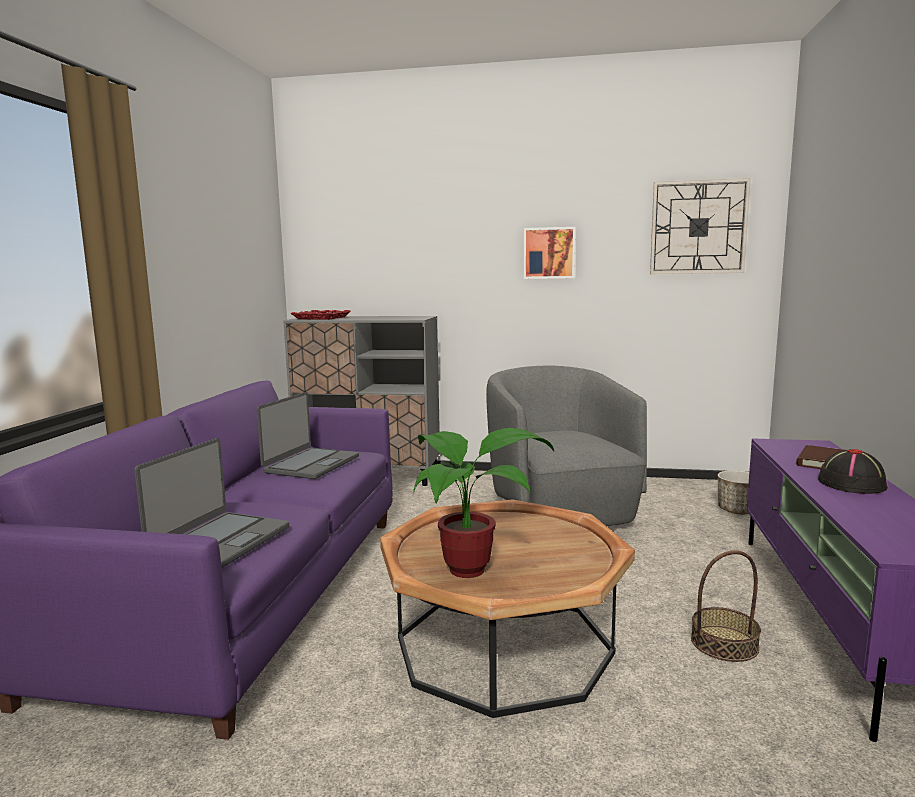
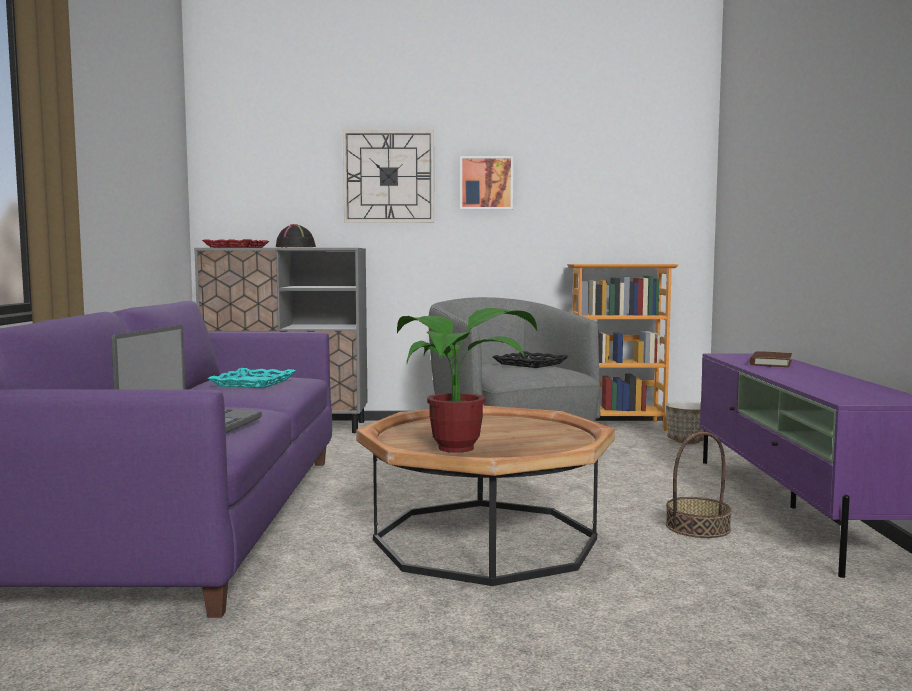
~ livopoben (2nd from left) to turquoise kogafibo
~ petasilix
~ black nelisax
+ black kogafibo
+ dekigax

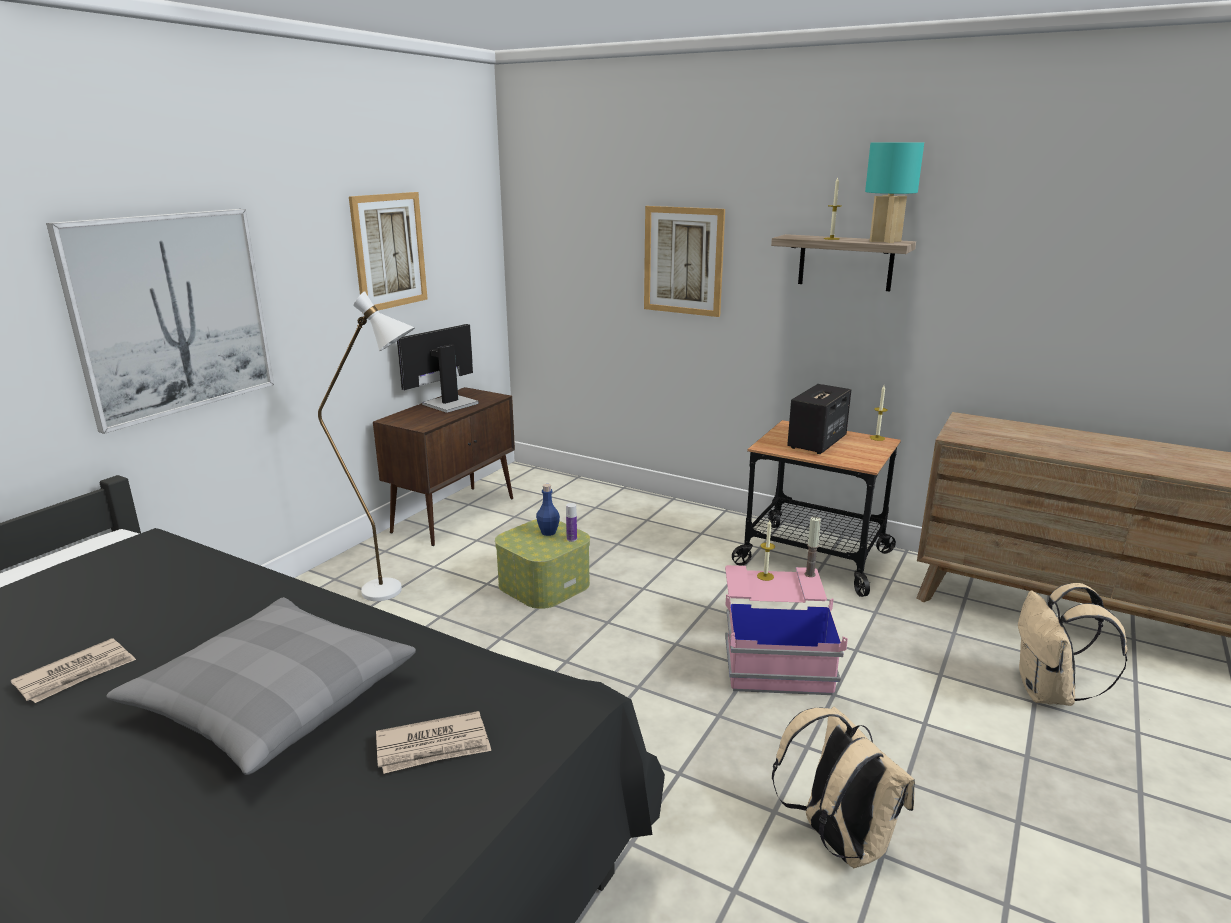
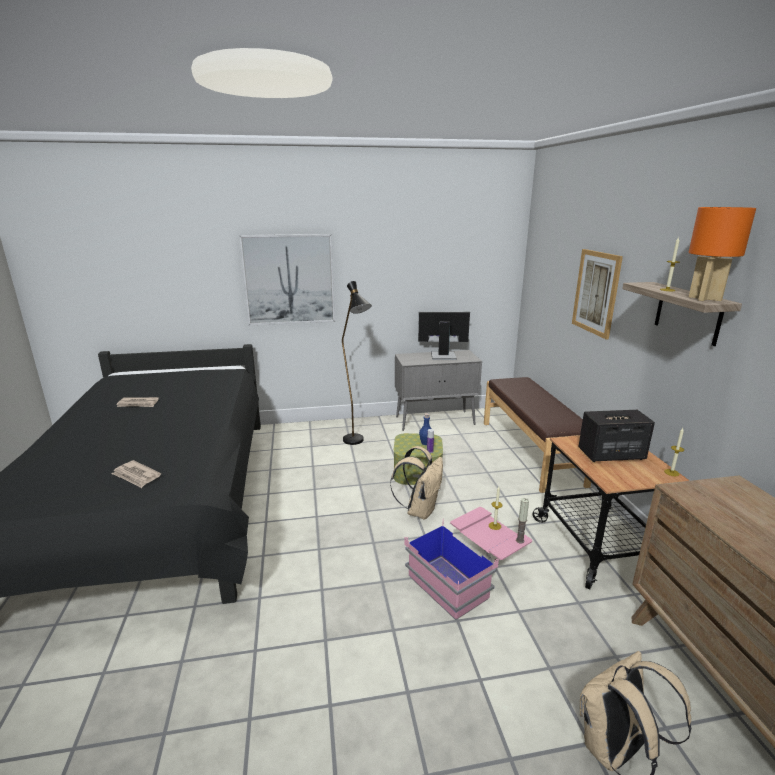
- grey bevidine
~ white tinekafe to black tinekafe
- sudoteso (2nd from left)
~ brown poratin to grey poratin
~ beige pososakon (1st from left)
~ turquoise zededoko to orange zededoko
+ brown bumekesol

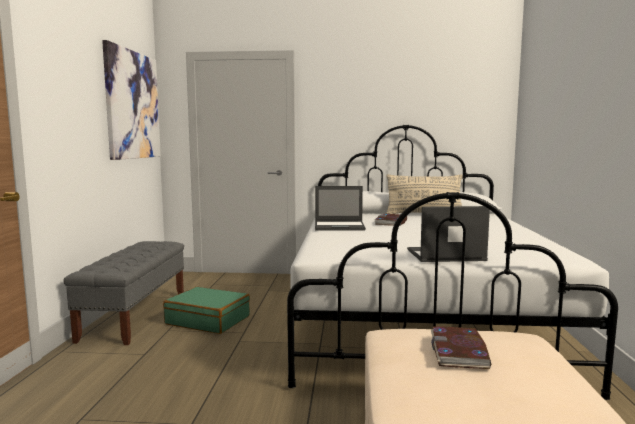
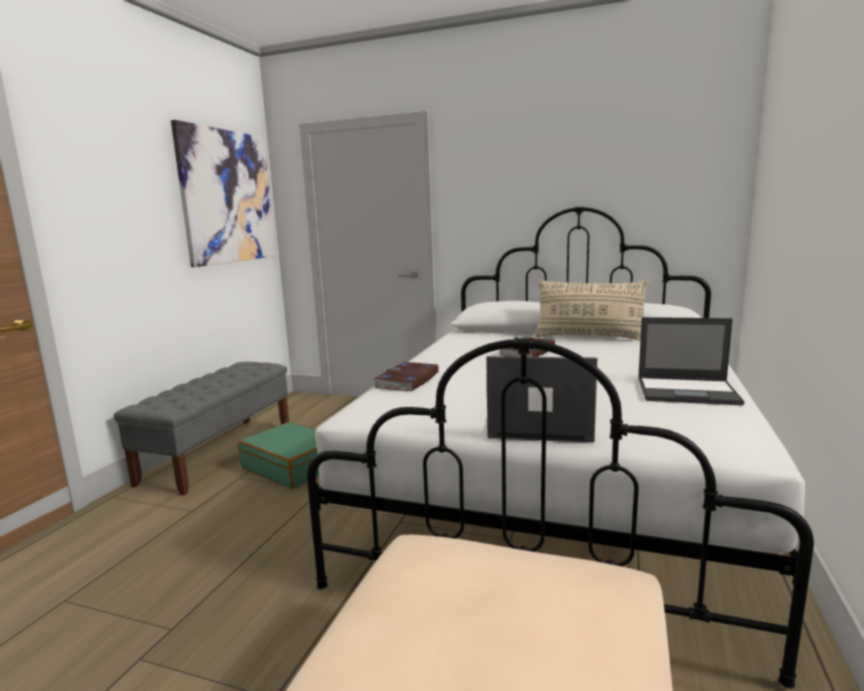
~ livopoben (1st from left in the first image) to livopoben (2nd from left)
~ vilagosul (2nd from left in the first image) to vilagosul (1st from left)

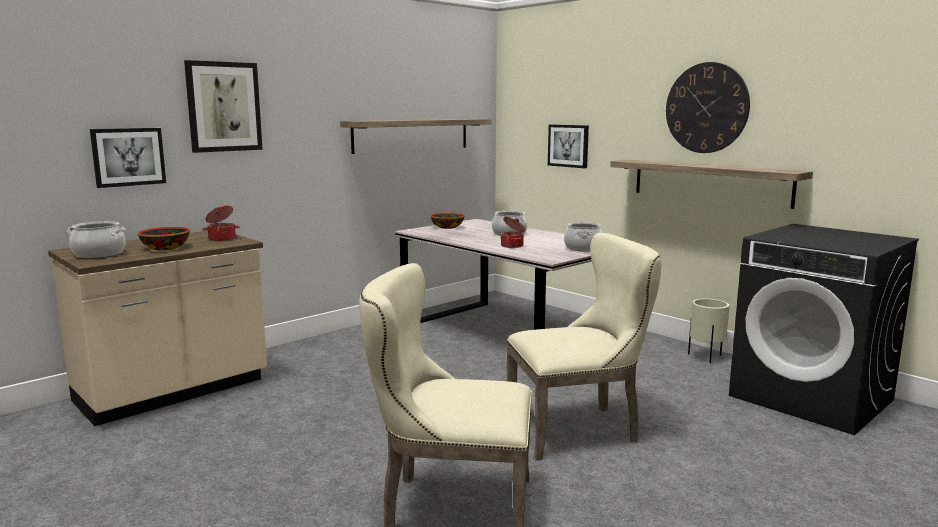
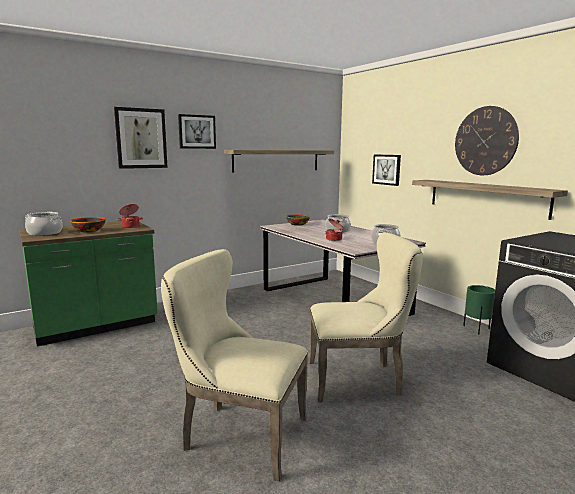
~ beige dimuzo to green dimuzo
~ sudoteso (1st from left in the first image) to sudoteso (2nd from left)
~ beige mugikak to green mugikak

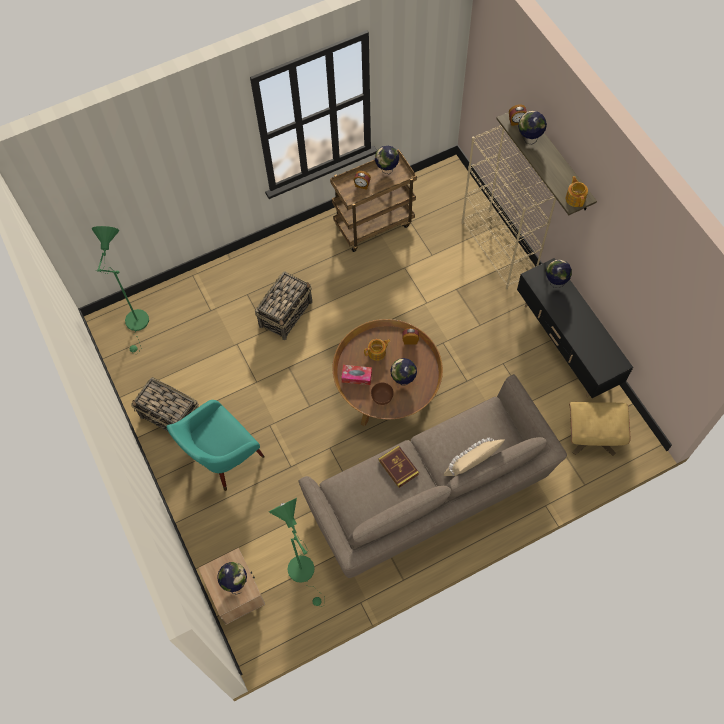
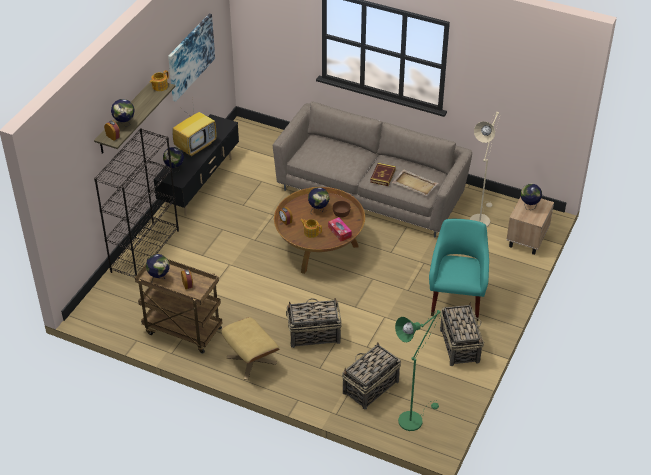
~ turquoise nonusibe 90 degrees counterclockwise
~ green tinekafe (2nd from left) to beige tinekafe
- beige bevidine
~ beige dekigax to black dekigax
~ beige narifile
+ sudoteso
+ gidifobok
+ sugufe (2nd from left)
+ beige kogafibo

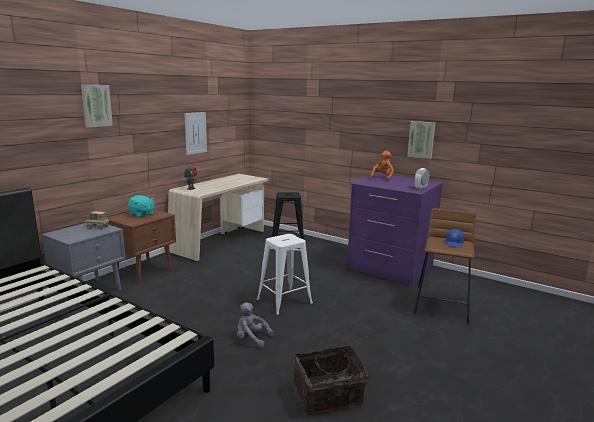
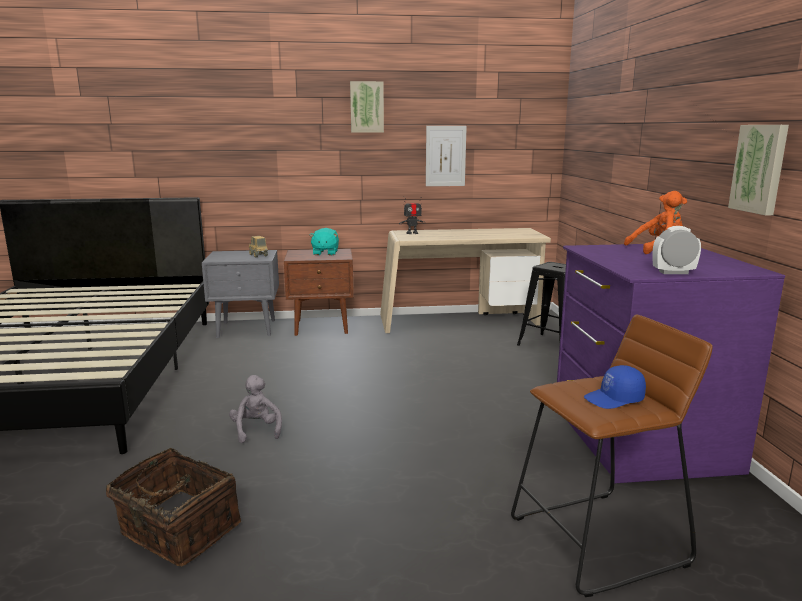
~ sudoteso (1st from left)
- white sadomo

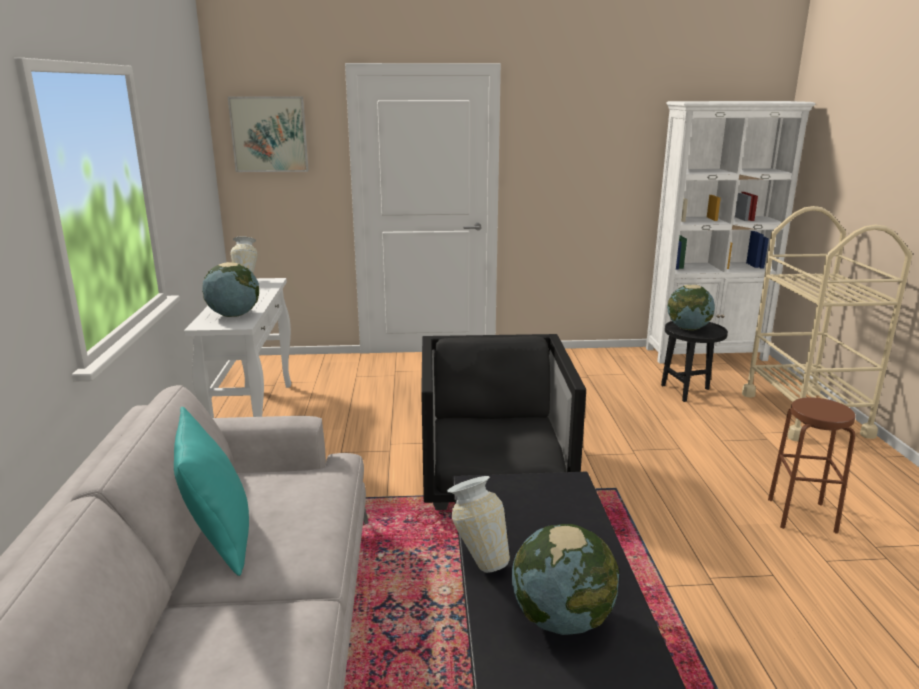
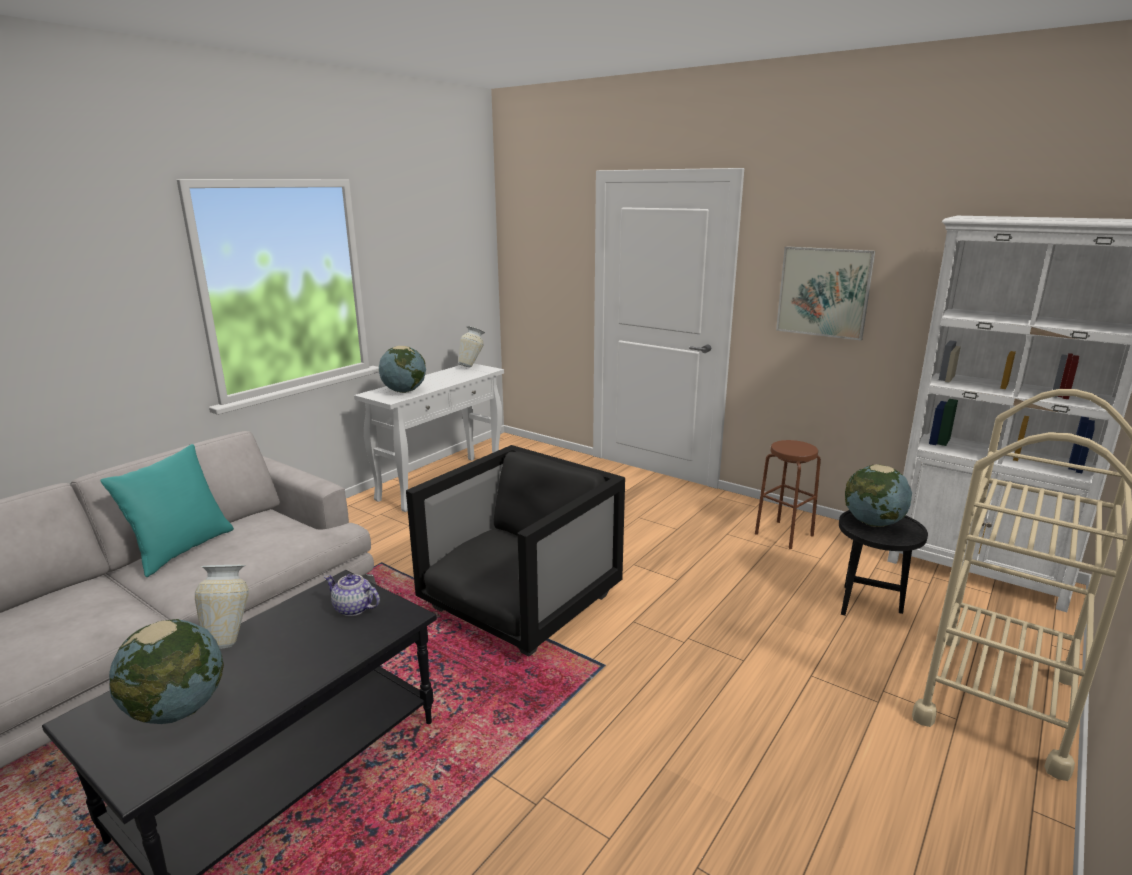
~ sudoteso
~ brown sadomo
+ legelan

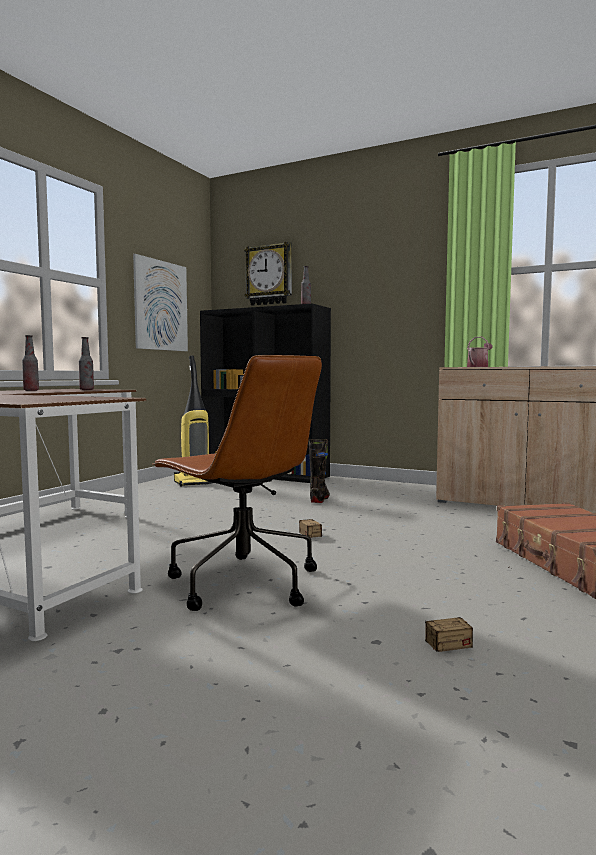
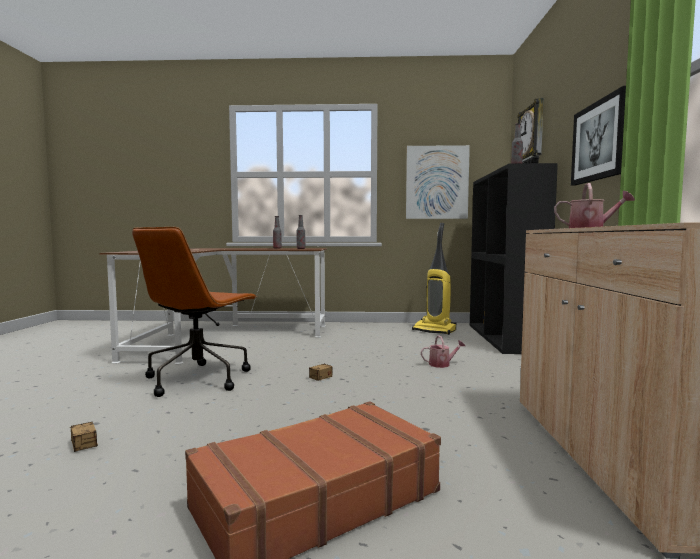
~ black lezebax to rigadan (1st from left)
+ sudoteso (2nd from left)

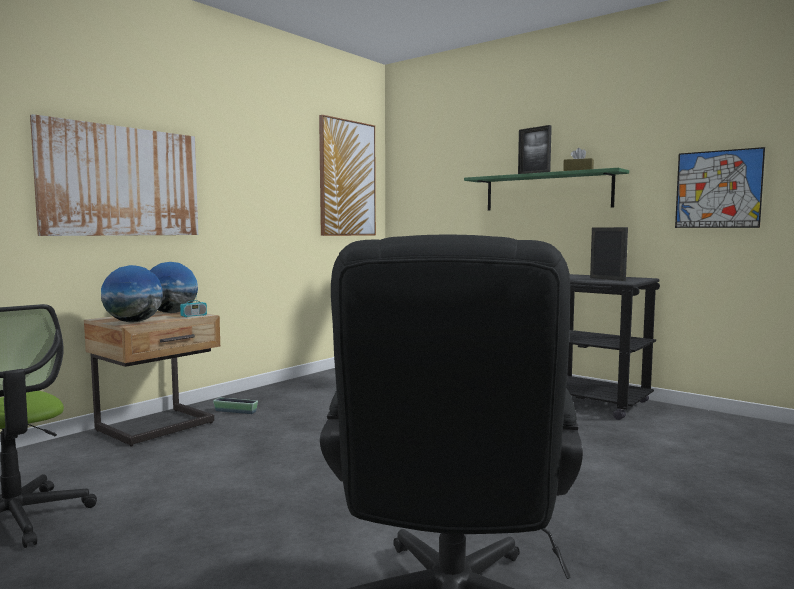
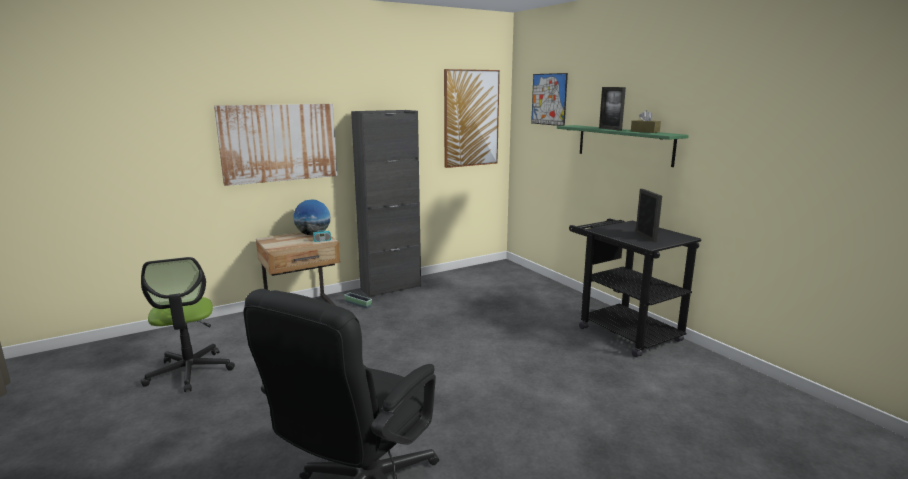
- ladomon (1st from left)
~ sudoteso (3rd from left)
+ black poratin

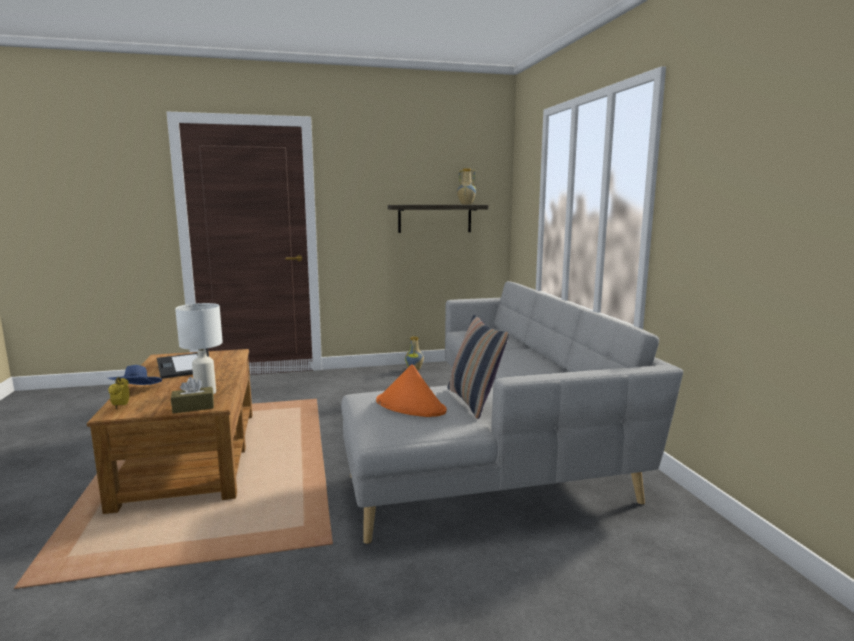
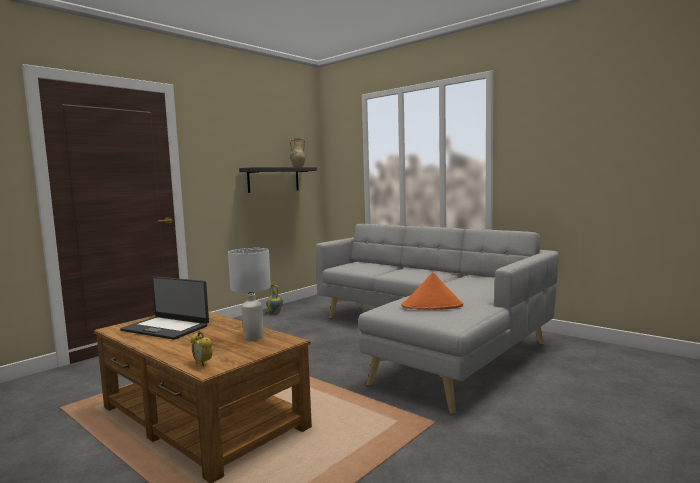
- blue nelisax
- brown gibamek
- bevidine

